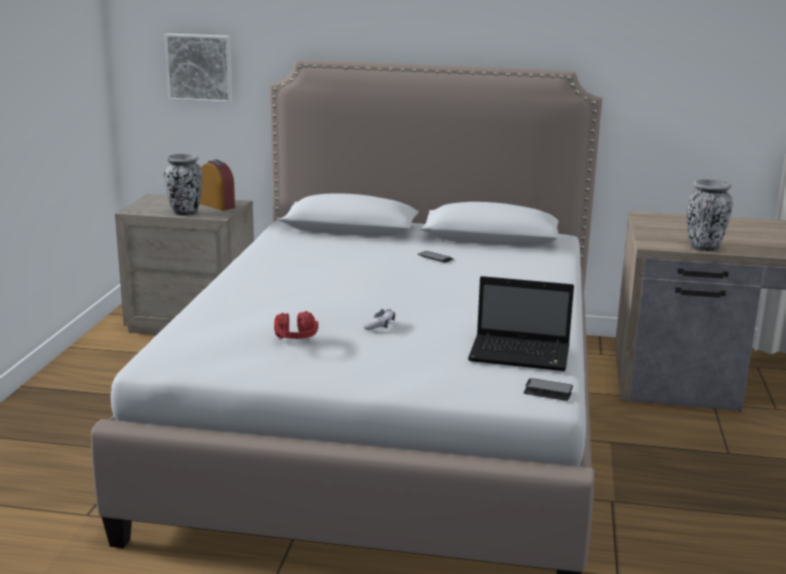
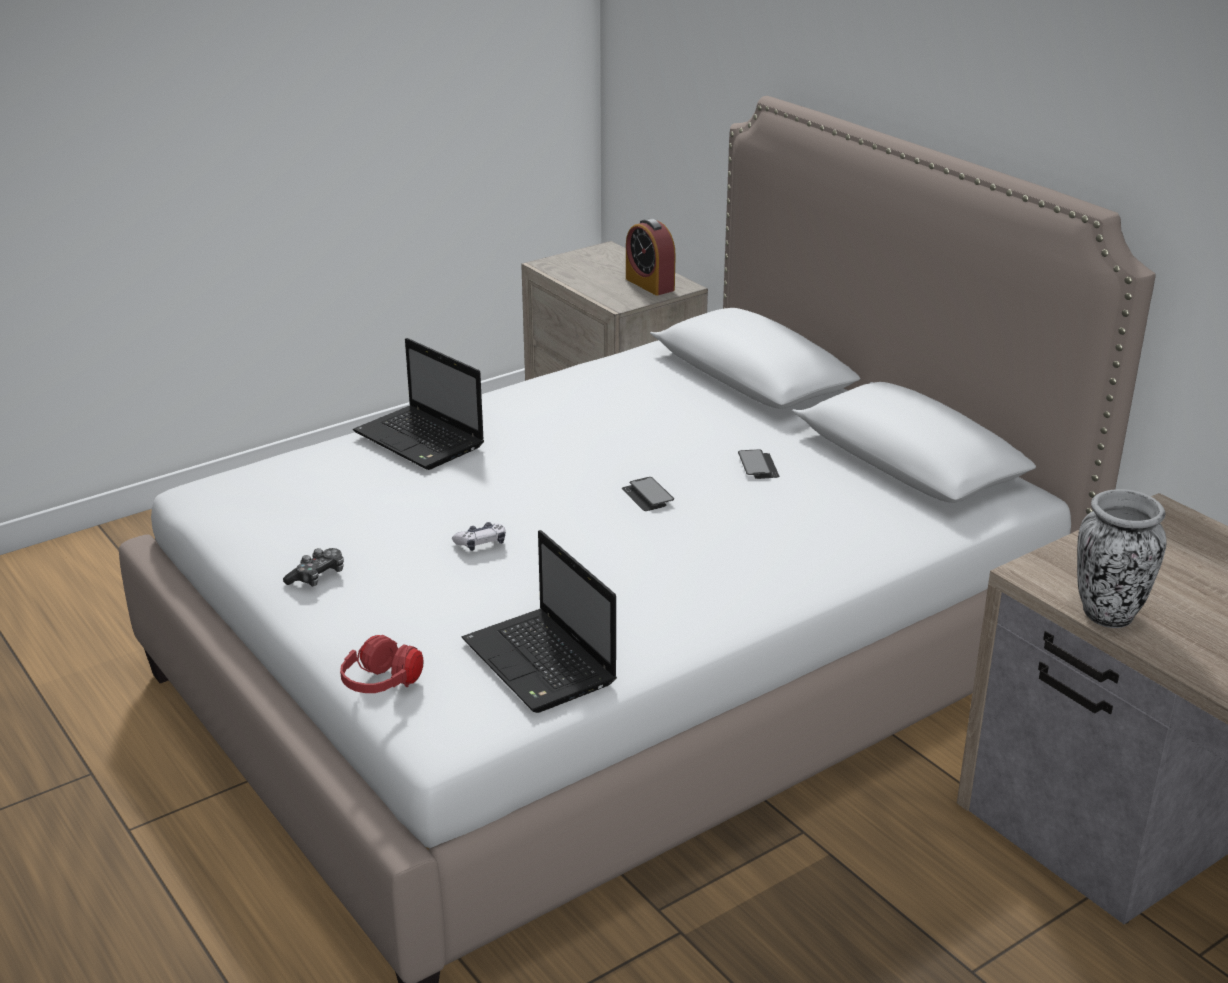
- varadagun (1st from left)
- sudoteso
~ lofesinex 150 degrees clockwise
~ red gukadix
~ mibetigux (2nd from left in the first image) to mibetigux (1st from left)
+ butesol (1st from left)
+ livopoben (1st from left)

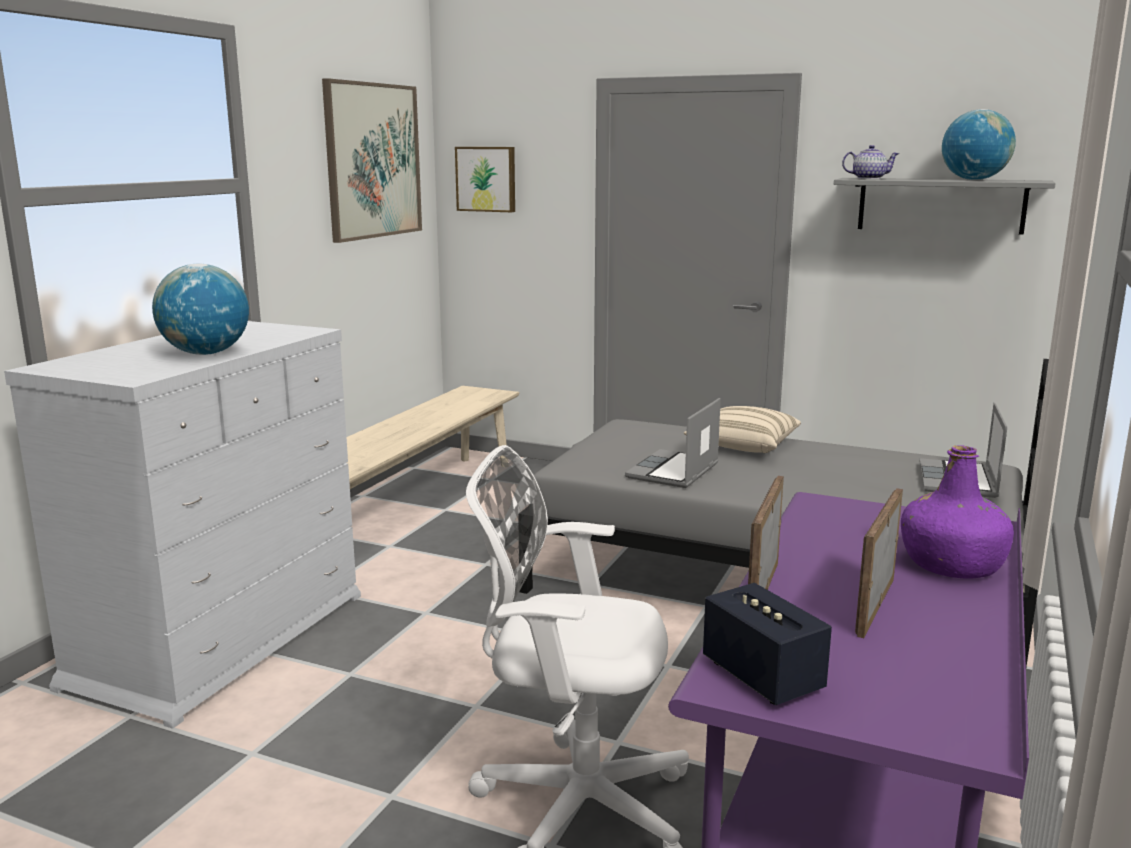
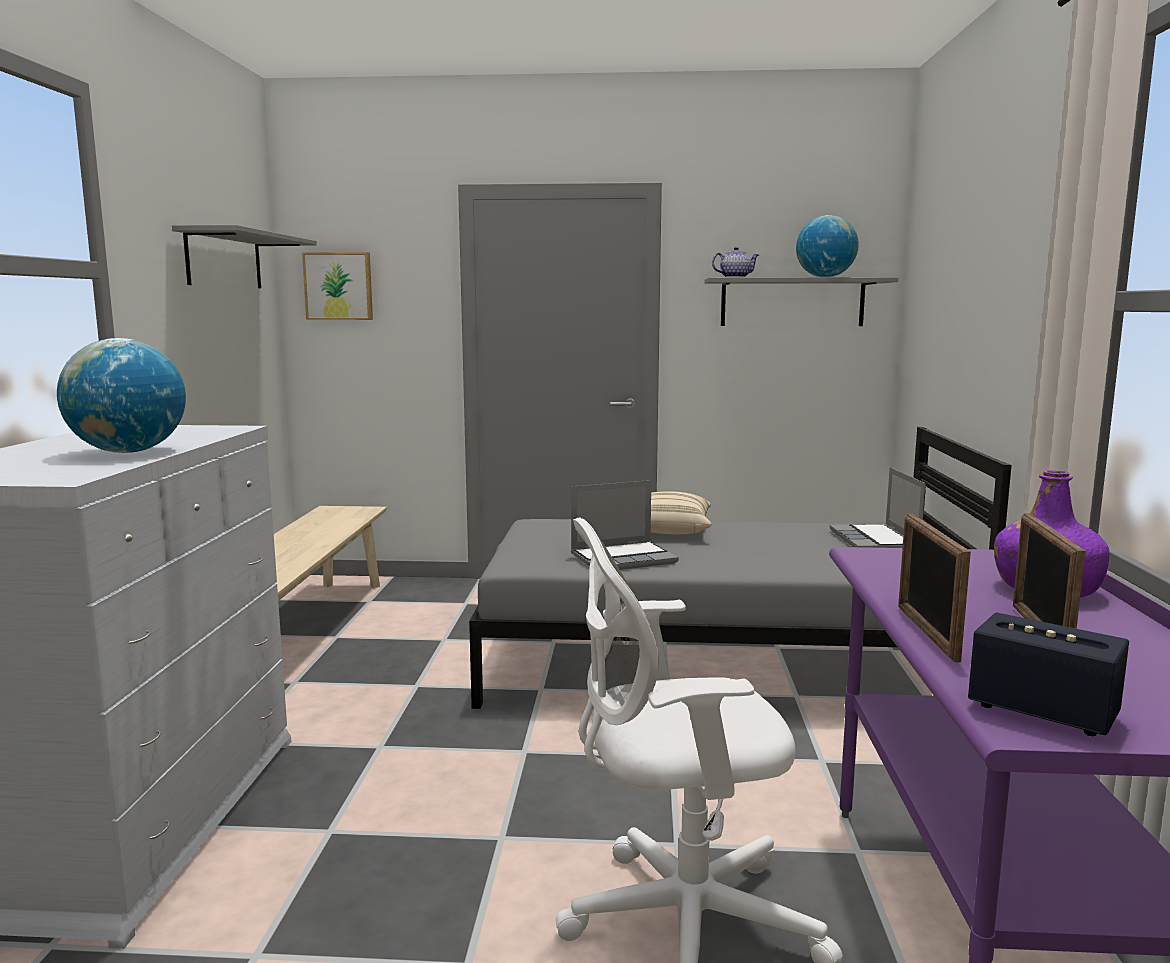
~ sudoteso (1st from left) to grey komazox (1st from left)
~ livopoben (1st from left) 120 degrees counterclockwise

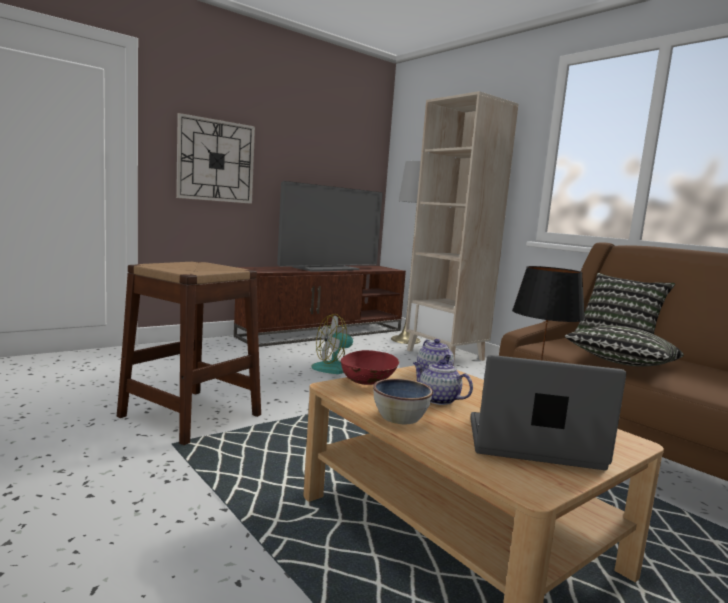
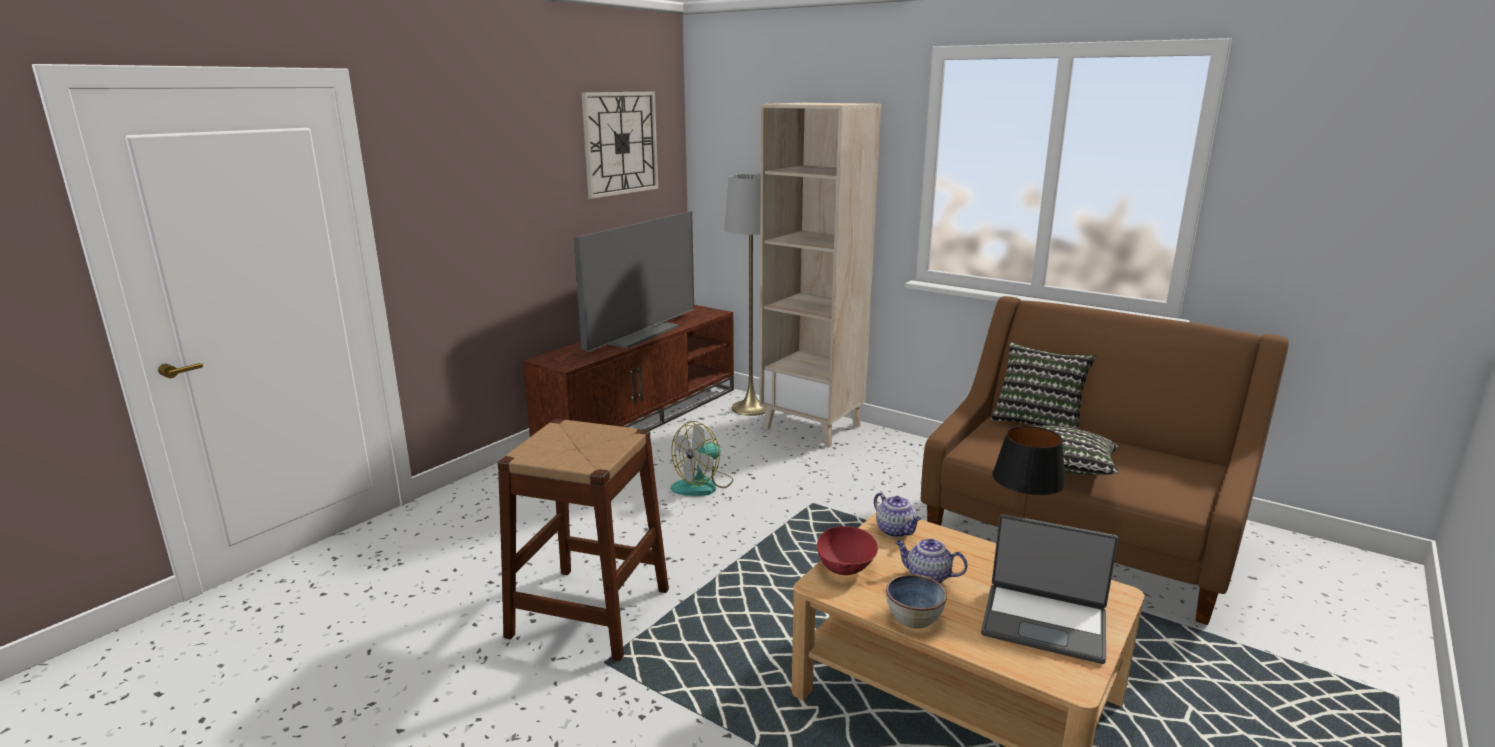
~ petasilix
~ livopoben 150 degrees counterclockwise

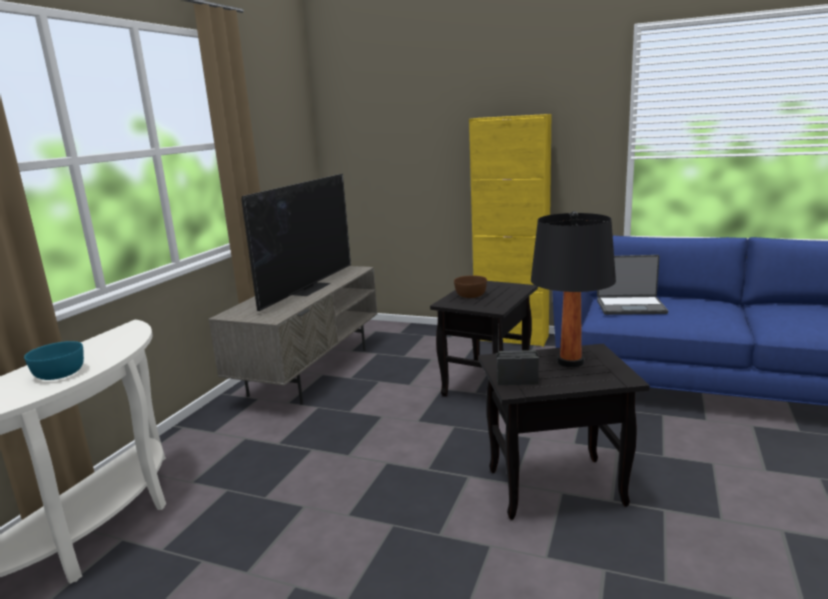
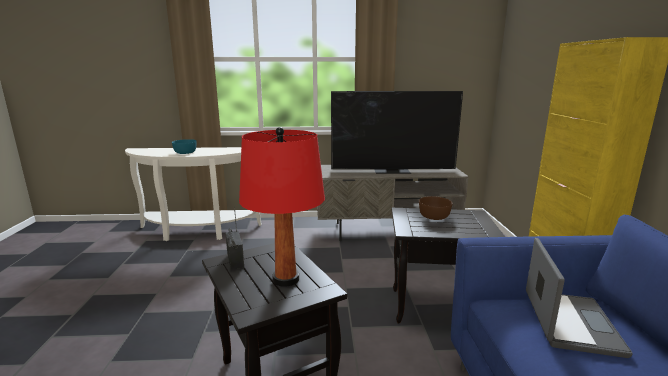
~ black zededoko to red zededoko
~ livopoben 150 degrees counterclockwise

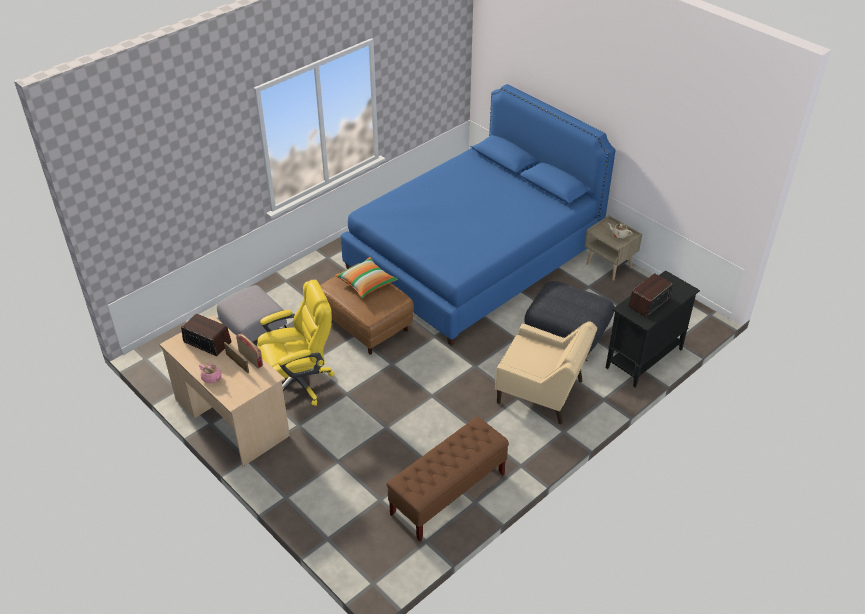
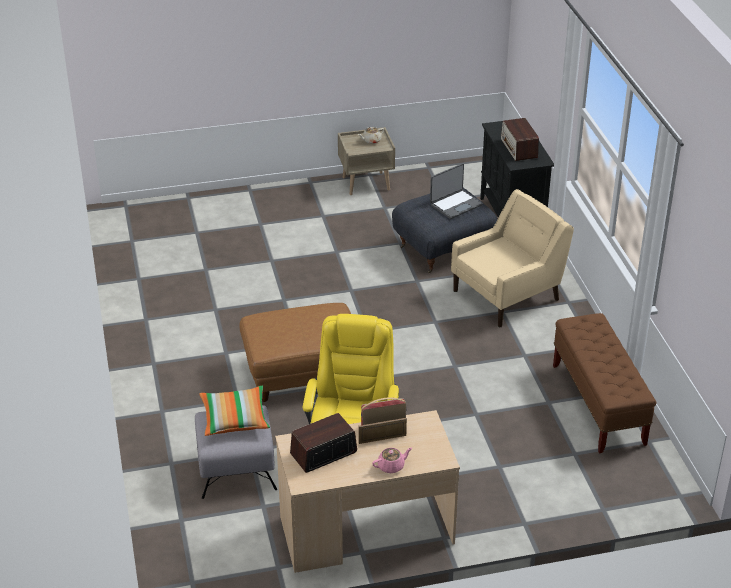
~ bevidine
- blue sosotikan
+ livopoben

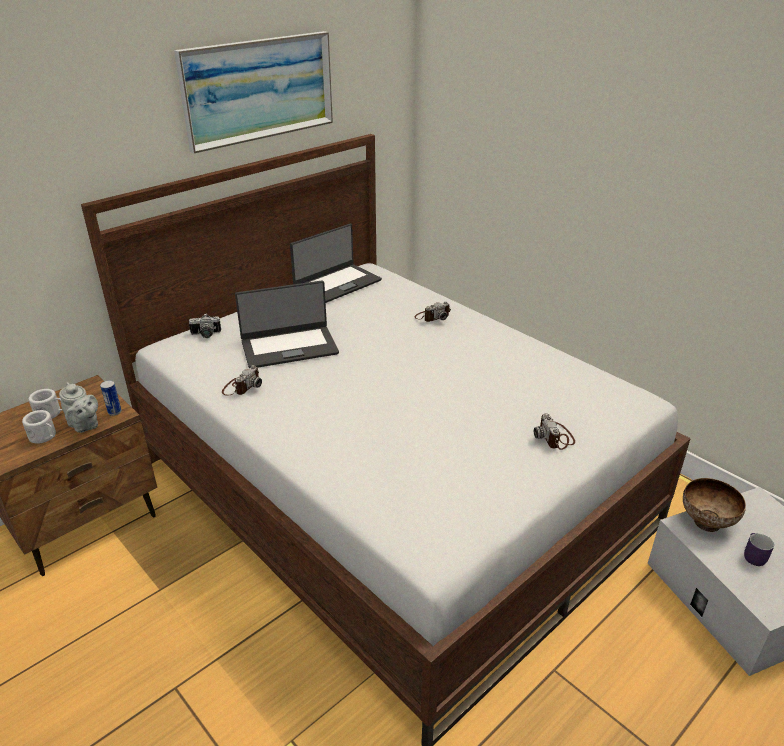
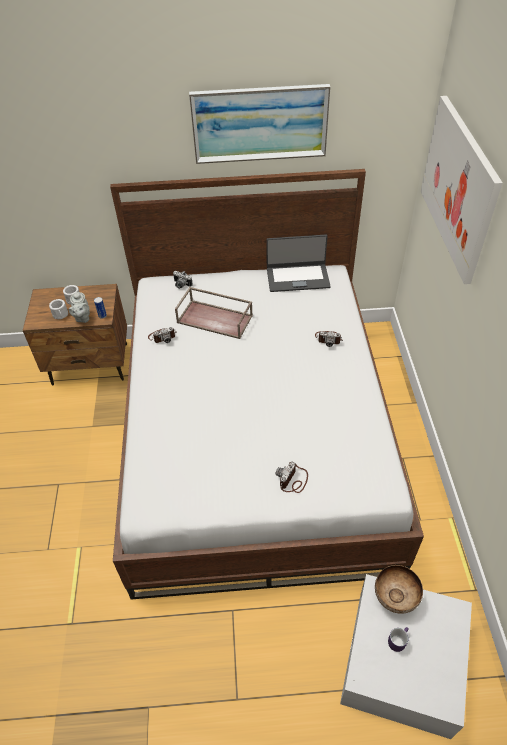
~ livopoben (1st from left) to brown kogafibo
+ sudoteso (2nd from left)

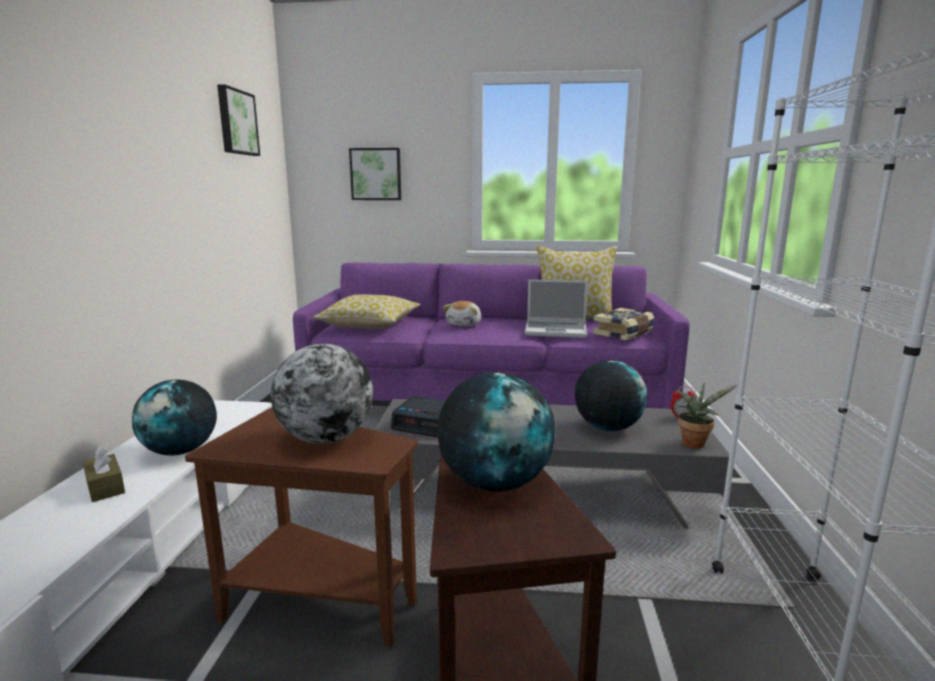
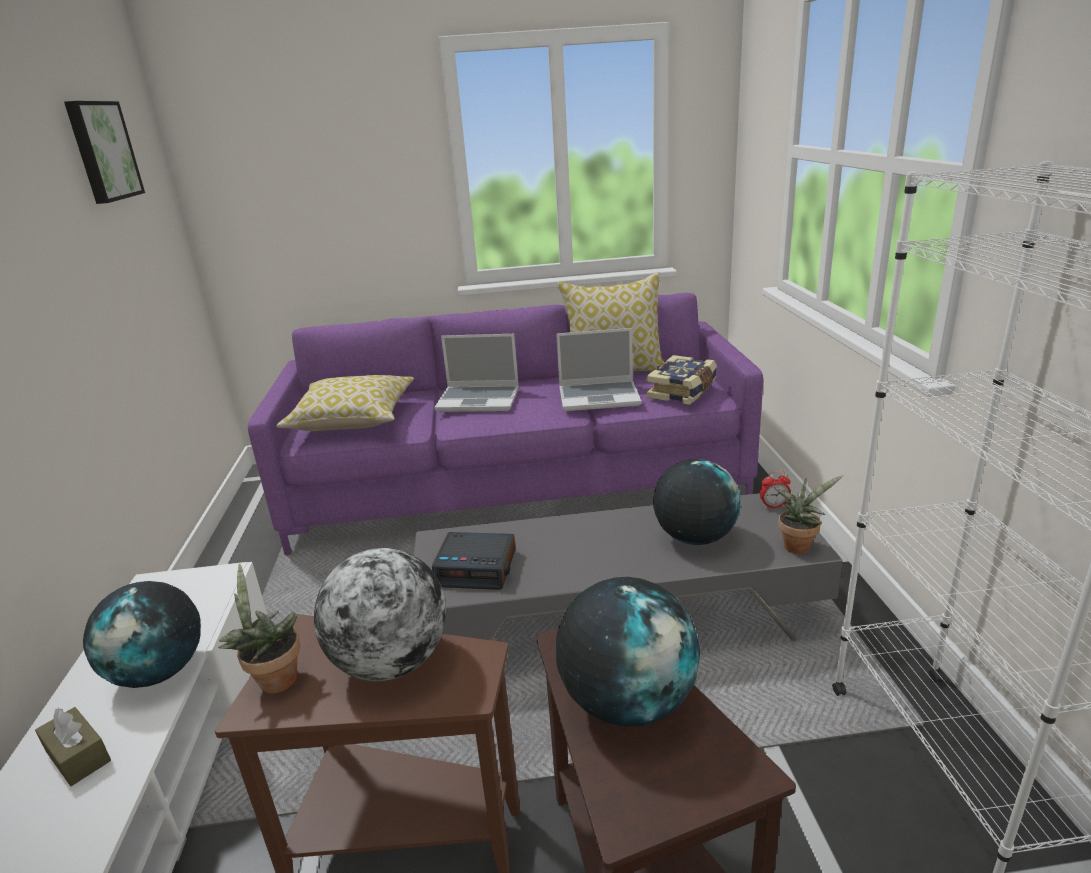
- sudoteso (2nd from left)
~ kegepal to livopoben (1st from left)
+ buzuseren (1st from left)

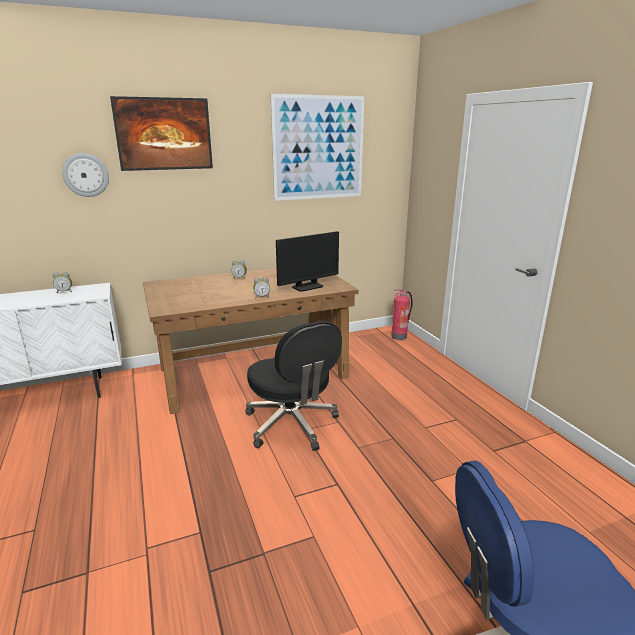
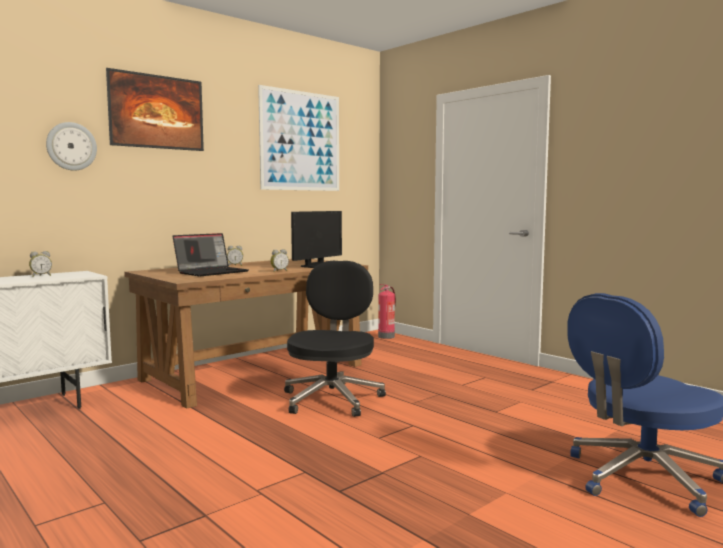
~ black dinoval 120 degrees counterclockwise
+ livopoben

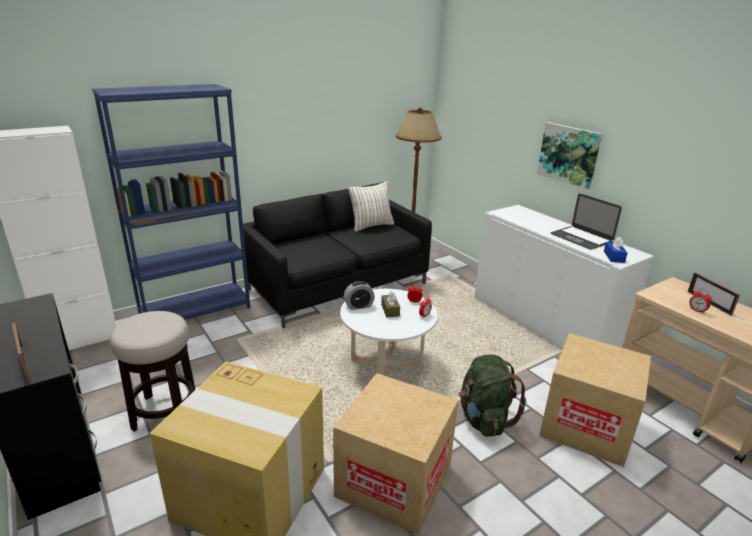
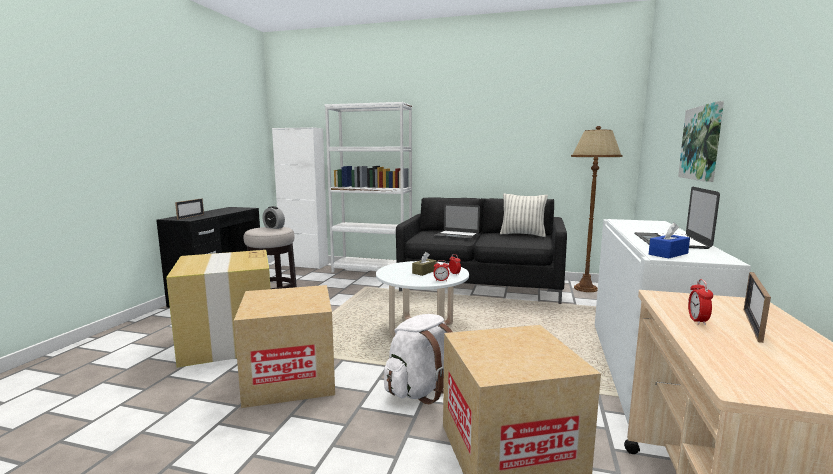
~ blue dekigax to white dekigax
~ lofesinex (1st from left)
~ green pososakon to white pososakon
+ livopoben (1st from left)

